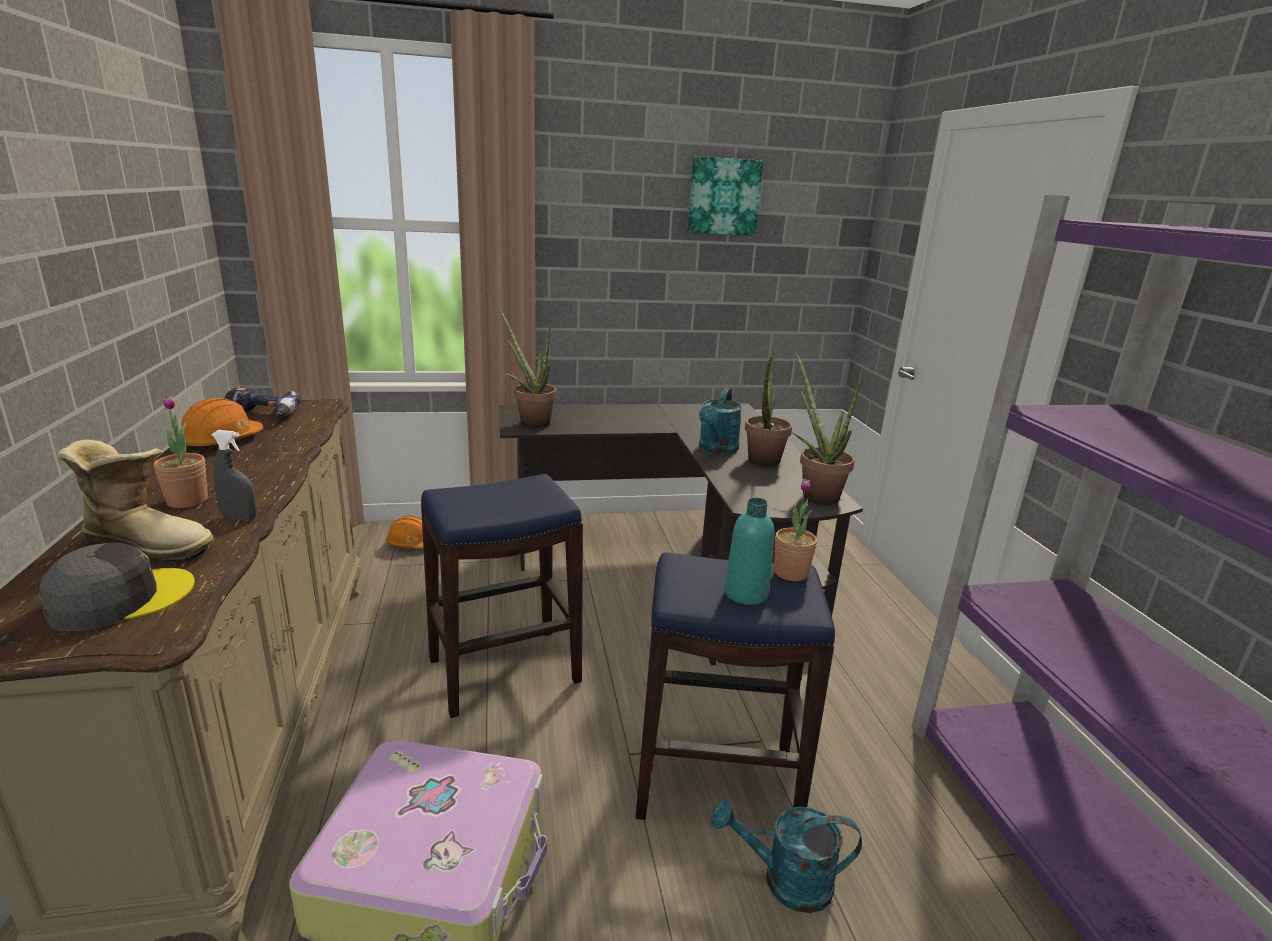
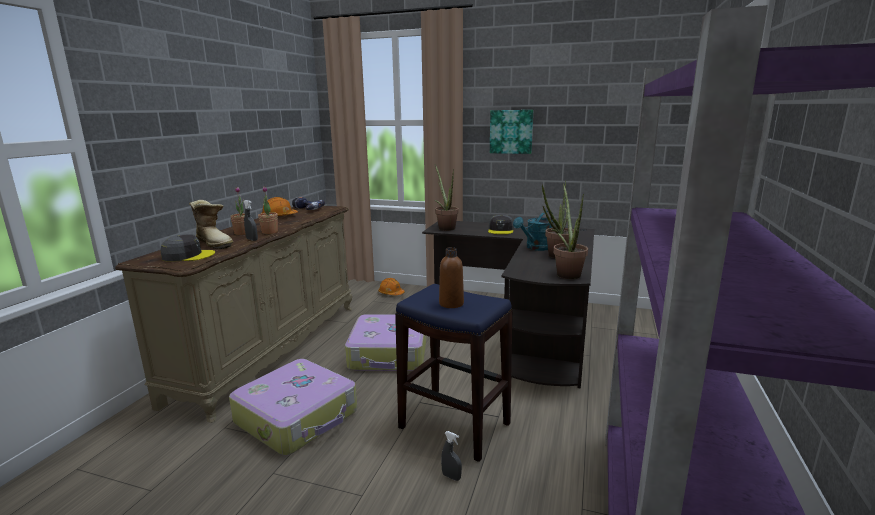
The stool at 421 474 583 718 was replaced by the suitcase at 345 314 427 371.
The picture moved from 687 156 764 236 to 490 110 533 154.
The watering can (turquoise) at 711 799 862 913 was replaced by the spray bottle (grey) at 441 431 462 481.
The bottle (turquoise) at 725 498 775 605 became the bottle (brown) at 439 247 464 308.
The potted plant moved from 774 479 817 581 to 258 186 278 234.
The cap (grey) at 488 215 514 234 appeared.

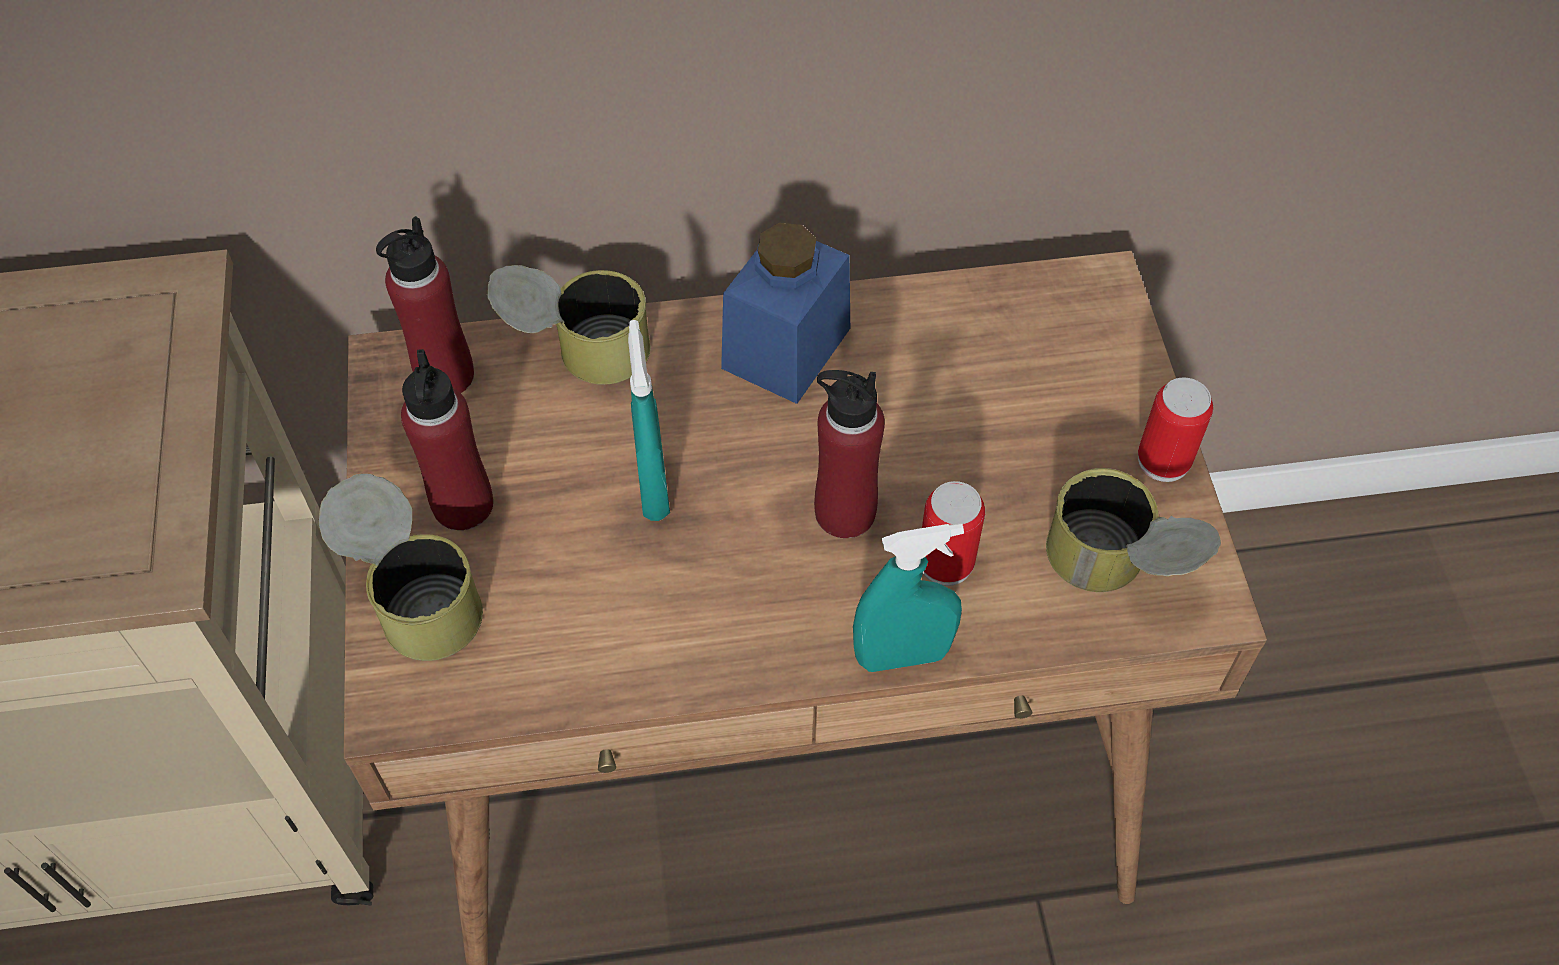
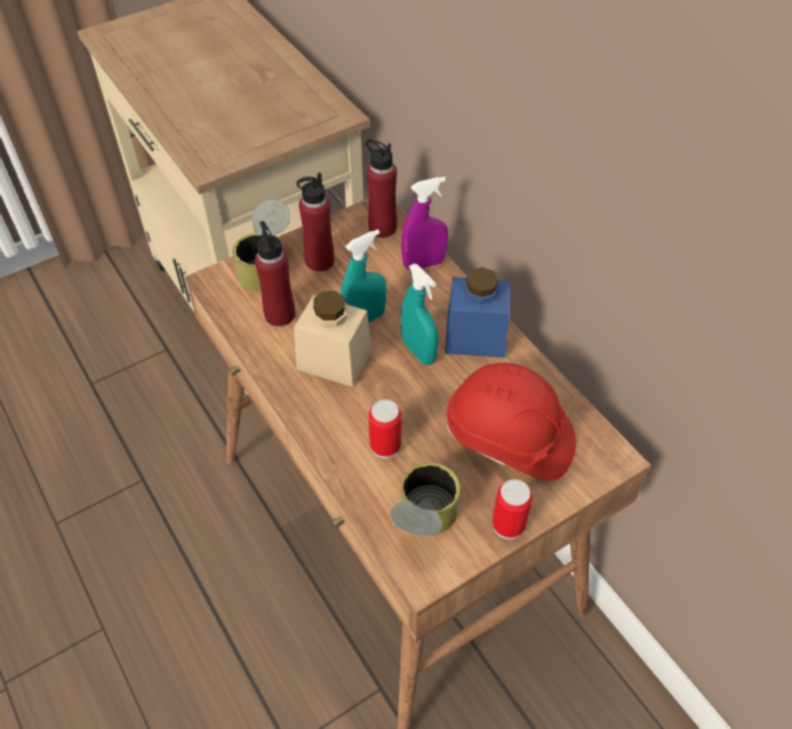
The can at 487 265 651 385 was replaced by the spray bottle (purple) at 401 177 448 270.
The bottle (red) moved from 814 370 885 538 to 255 221 295 326.
The spray bottle (turquoise) moved from 853 523 964 672 to 401 264 439 365.
The jar (beige) at 294 291 372 387 appeared.
The hard hat (red) at 445 363 576 481 appeared.

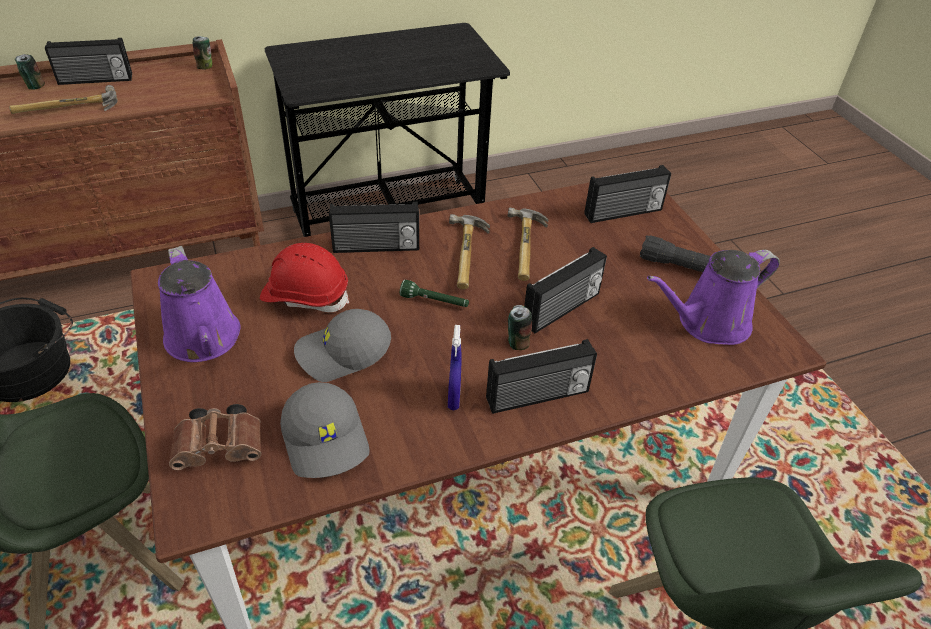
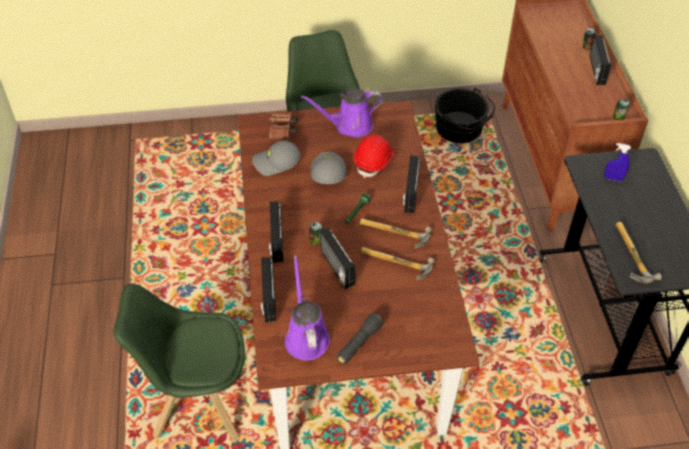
The hammer moved from 9 85 118 114 to 616 222 662 283.
The spray bottle (blue) moved from 448 325 462 410 to 604 143 631 182.
The radio moved from 584 165 671 223 to 261 257 276 322.

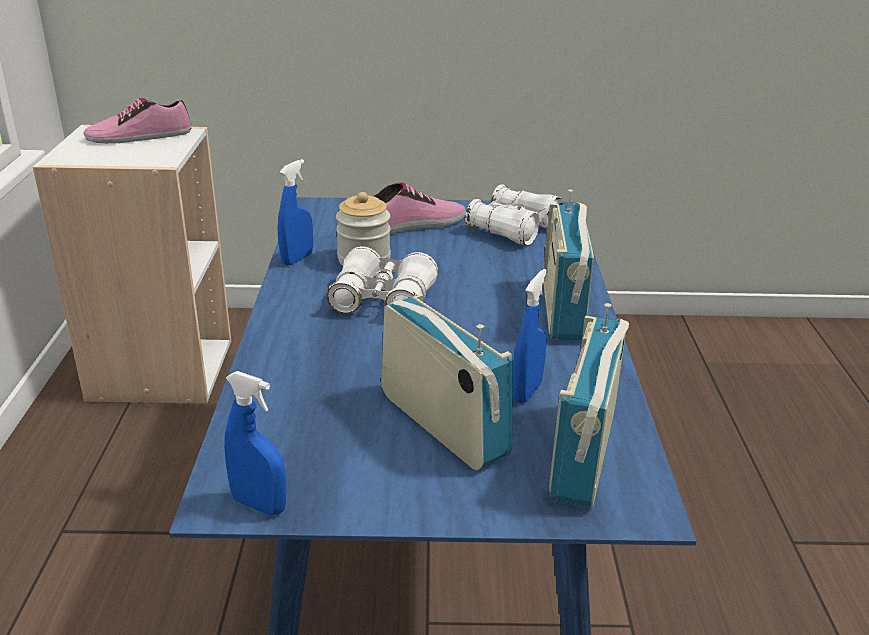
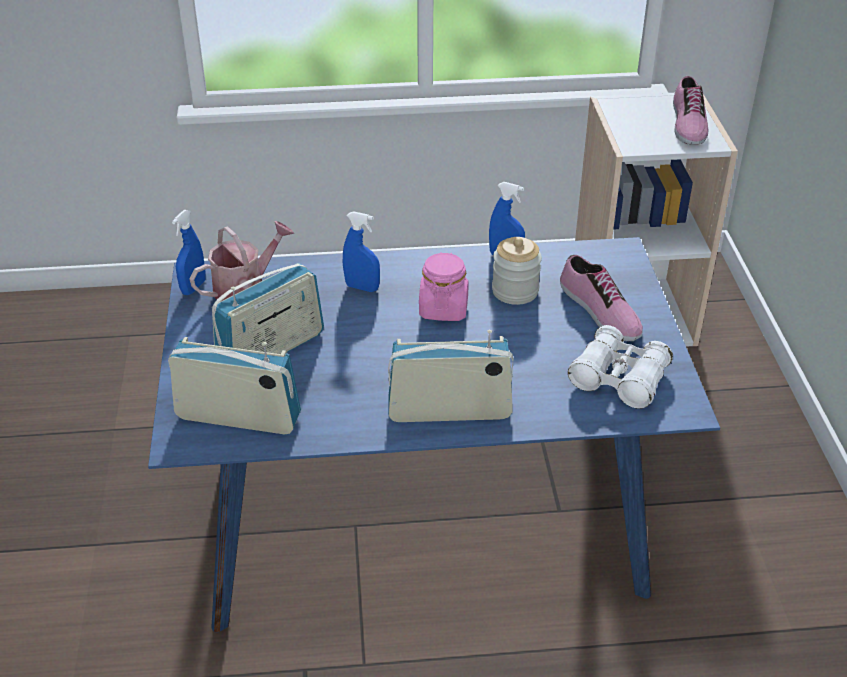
The shoe at 84 98 191 144 turned 150 degrees counterclockwise.
The binoculars (white) at 327 247 438 314 was replaced by the jar (pink) at 419 252 469 321.
The spray bottle (blue) moved from 513 269 547 403 to 343 211 380 292.
The watering can at 190 221 294 301 appeared.

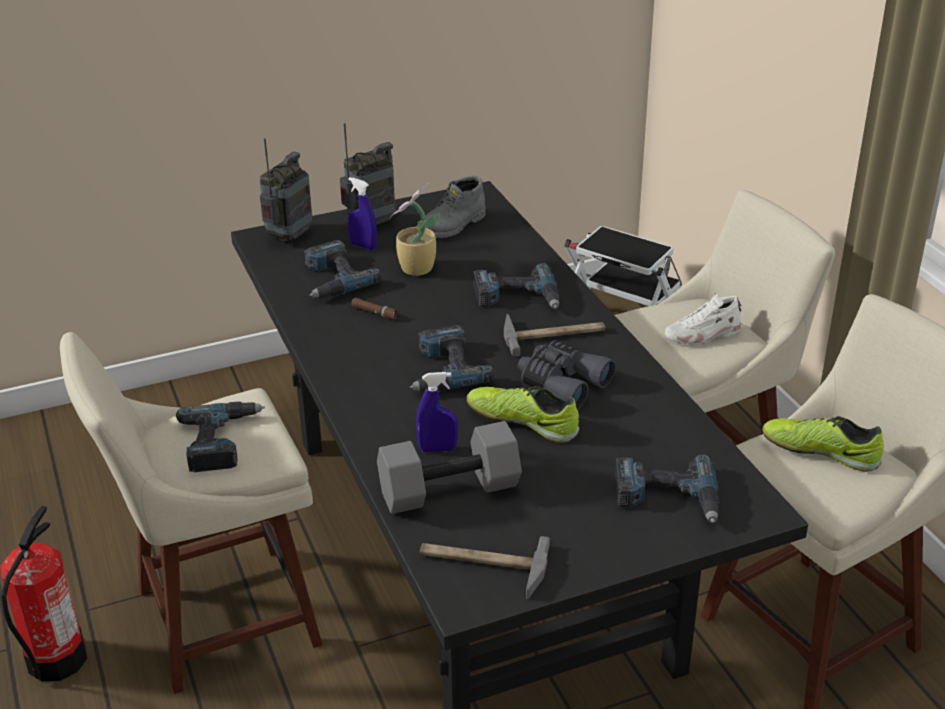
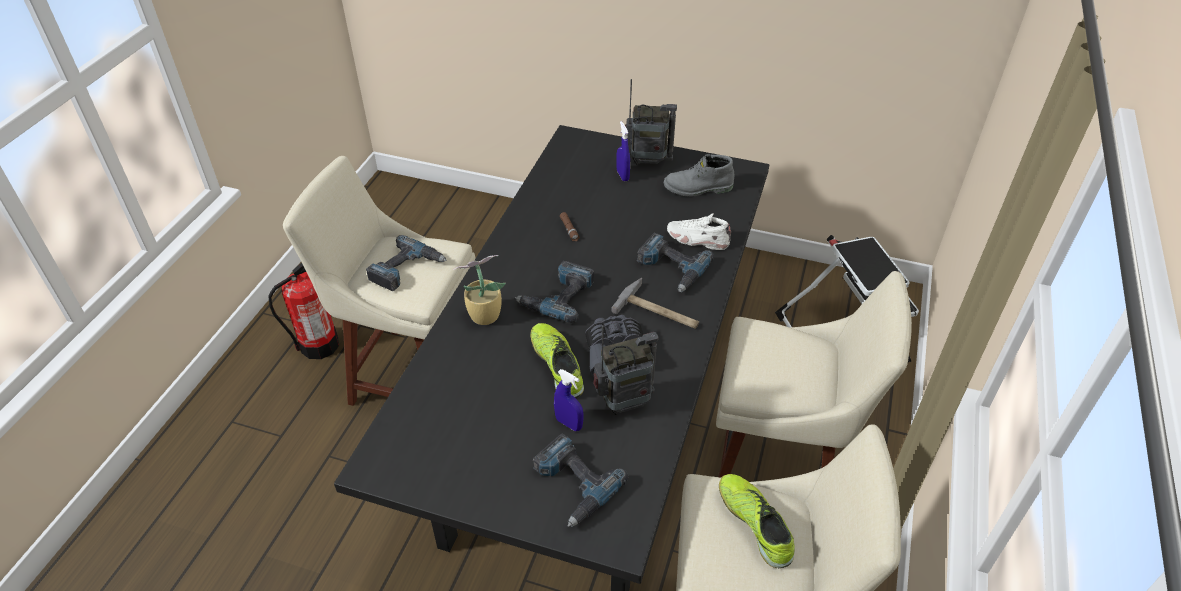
The radio moved from 259 138 313 245 to 593 325 659 415.
The power drill at 304 240 382 298 disappeared.
The dumbbell (grey) at 377 421 522 514 disappeared.
The potted plant moved from 390 183 440 276 to 453 255 506 325.
The spray bottle (blue) moved from 416 372 458 452 to 554 369 584 431.
The hammer at 420 536 550 599 disappeared.
The shoe (white) moved from 665 293 742 345 to 667 213 731 250.

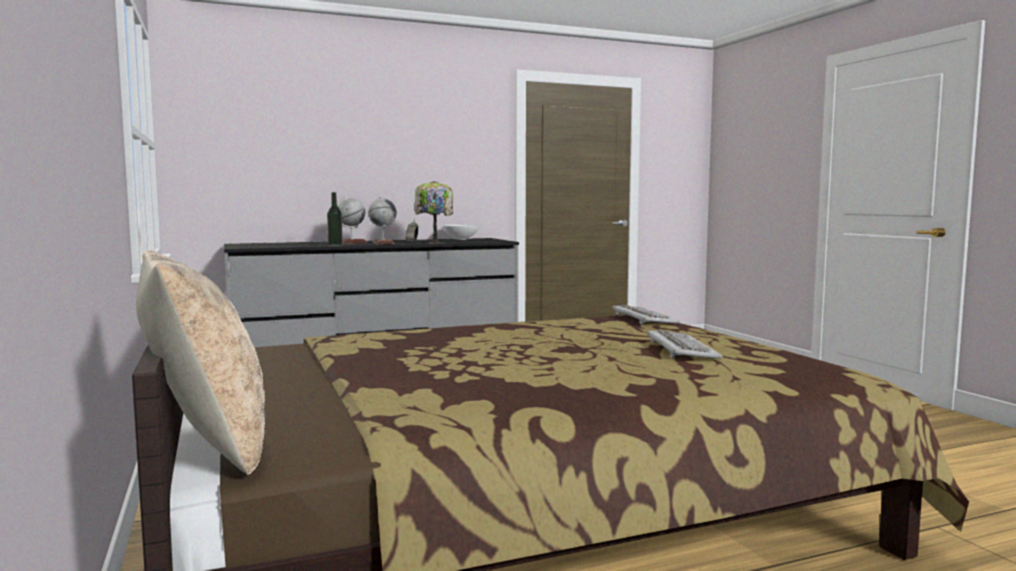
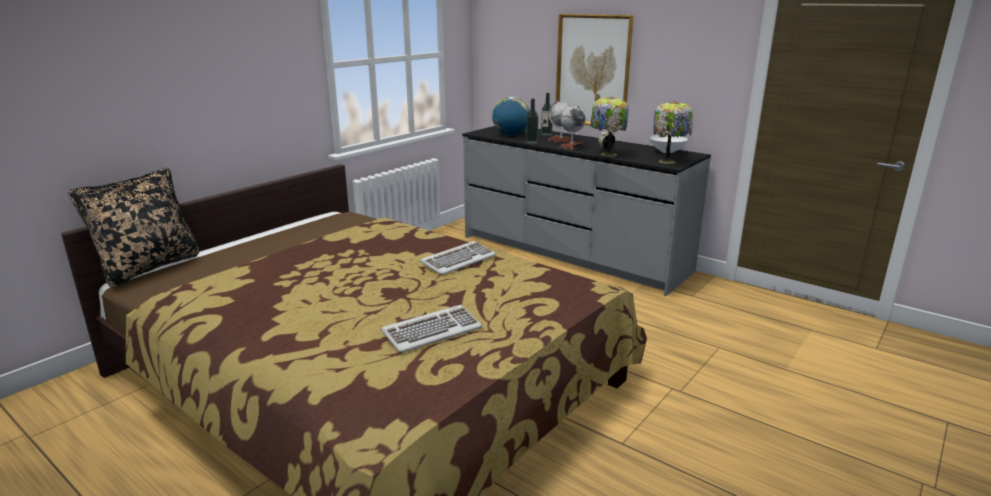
The pillow (beige) at 136 250 265 474 became the pillow (black) at 68 168 199 288.
The keyboard moved from 612 305 680 325 to 420 241 496 275.
The globe at 492 97 530 135 appeared.
The bottle at 541 93 553 136 appeared.
The picture at 556 14 634 130 appeared.
The table lamp at 653 101 693 164 appeared.

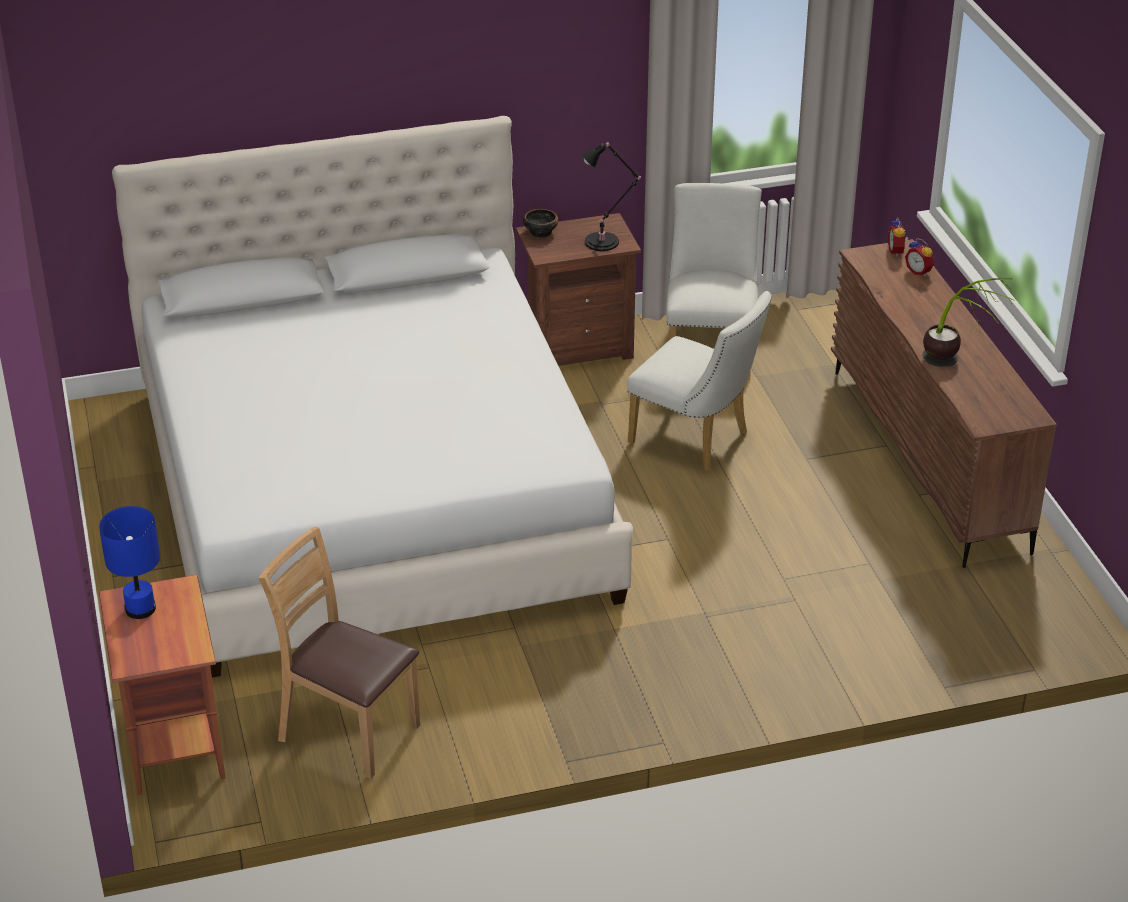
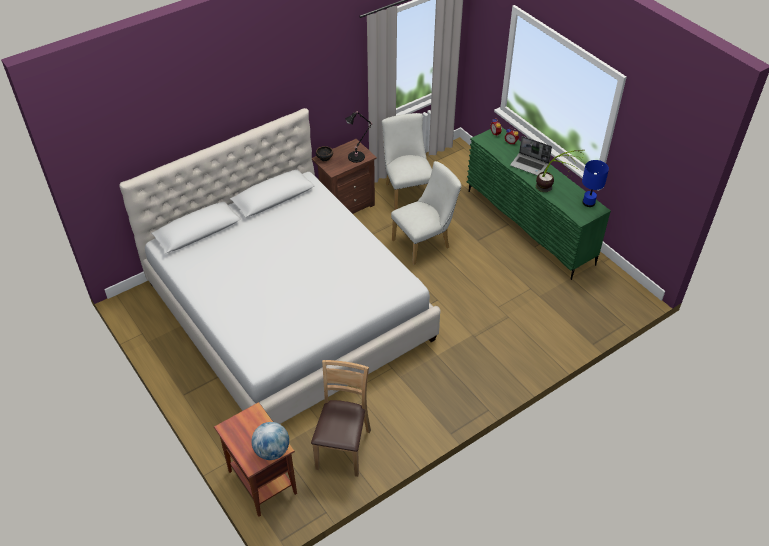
The table lamp (blue) moved from 99 506 160 619 to 582 160 609 207.
The chair (brown) at 259 526 420 779 turned 90 degrees clockwise.
The chair (white) at 627 291 772 471 turned 45 degrees counterclockwise.
The dresser (brown) at 831 239 1057 568 became the dresser (green) at 467 127 611 280.
The globe at 251 422 289 460 appeared.
The laptop at 510 136 552 176 appeared.

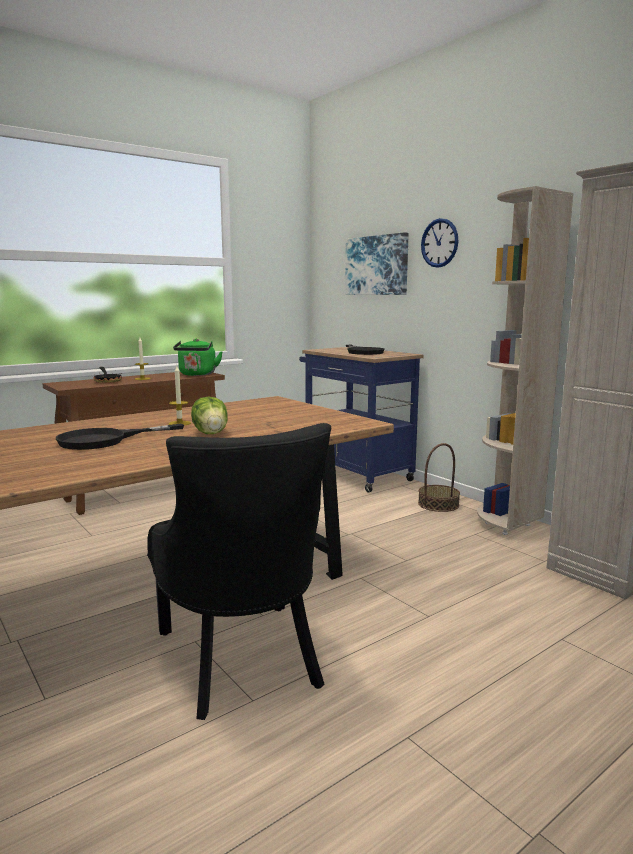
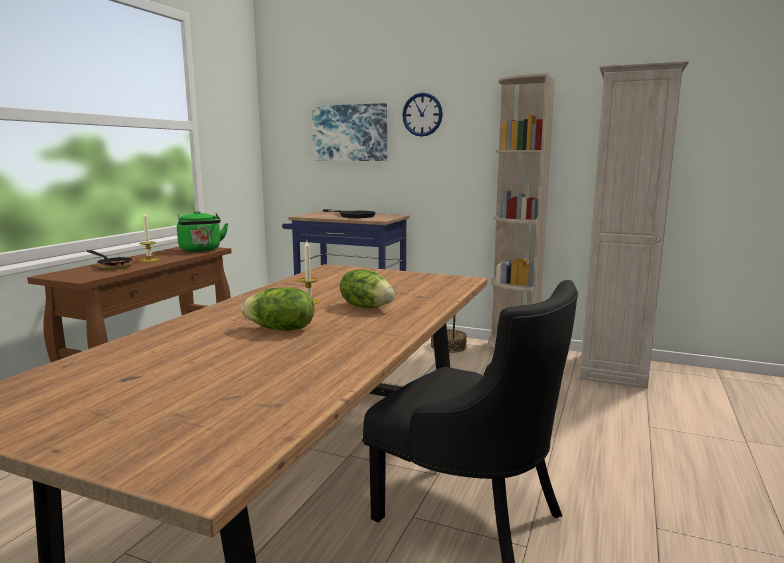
The frying pan (black) at 56 423 184 450 was replaced by the lettuce at 241 288 314 331.

